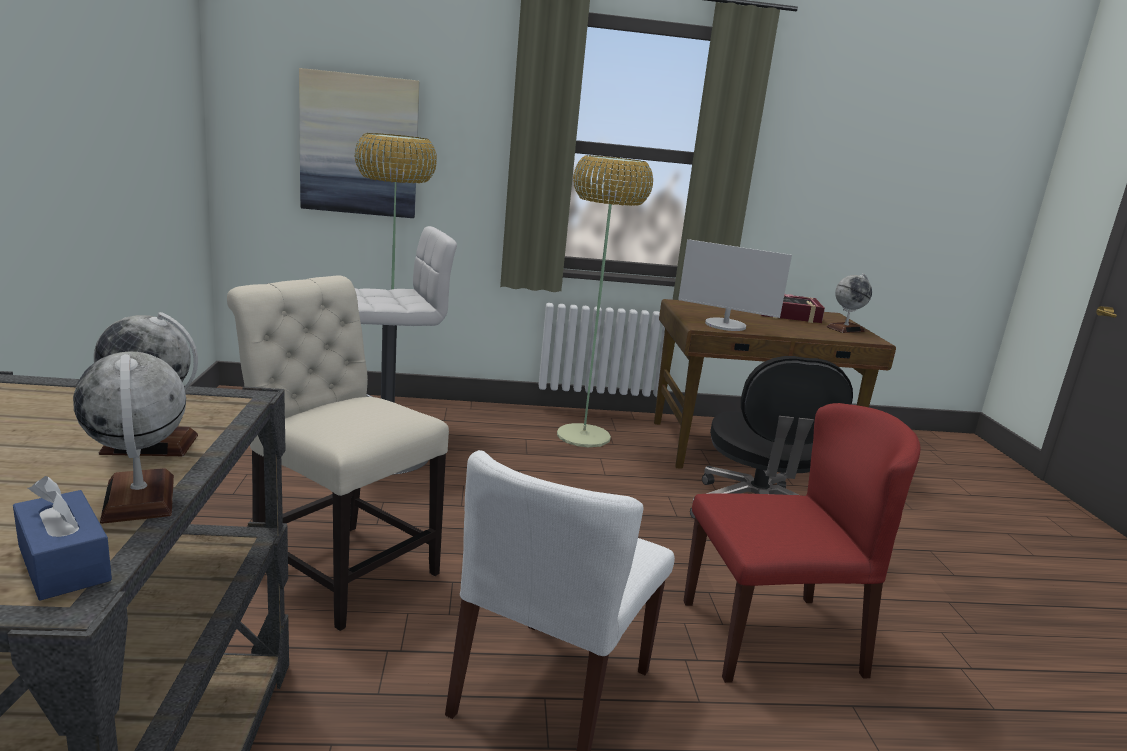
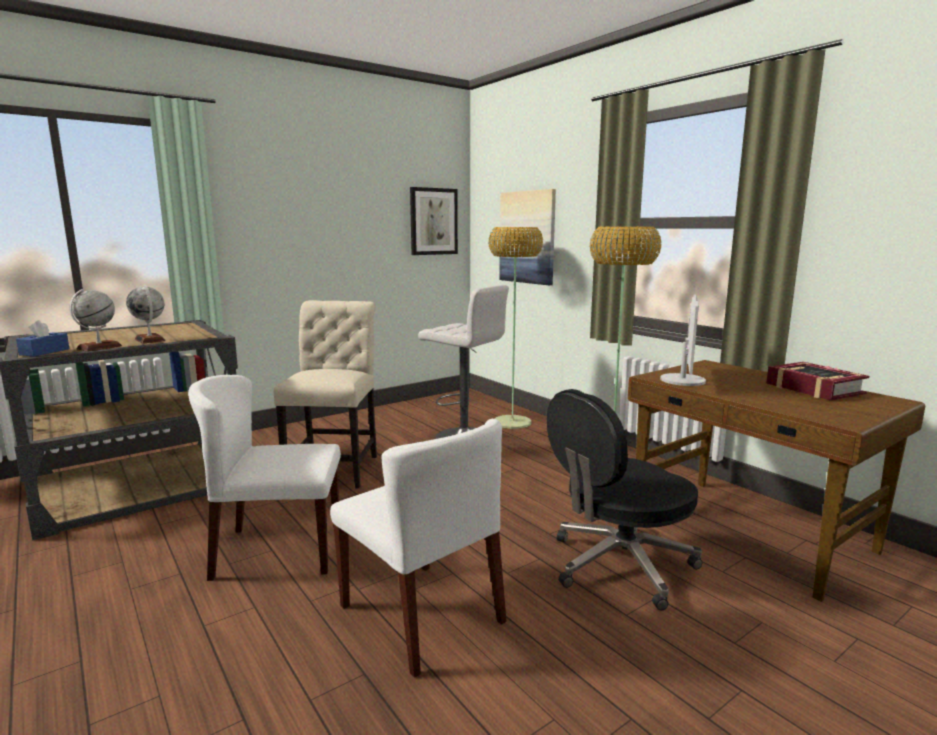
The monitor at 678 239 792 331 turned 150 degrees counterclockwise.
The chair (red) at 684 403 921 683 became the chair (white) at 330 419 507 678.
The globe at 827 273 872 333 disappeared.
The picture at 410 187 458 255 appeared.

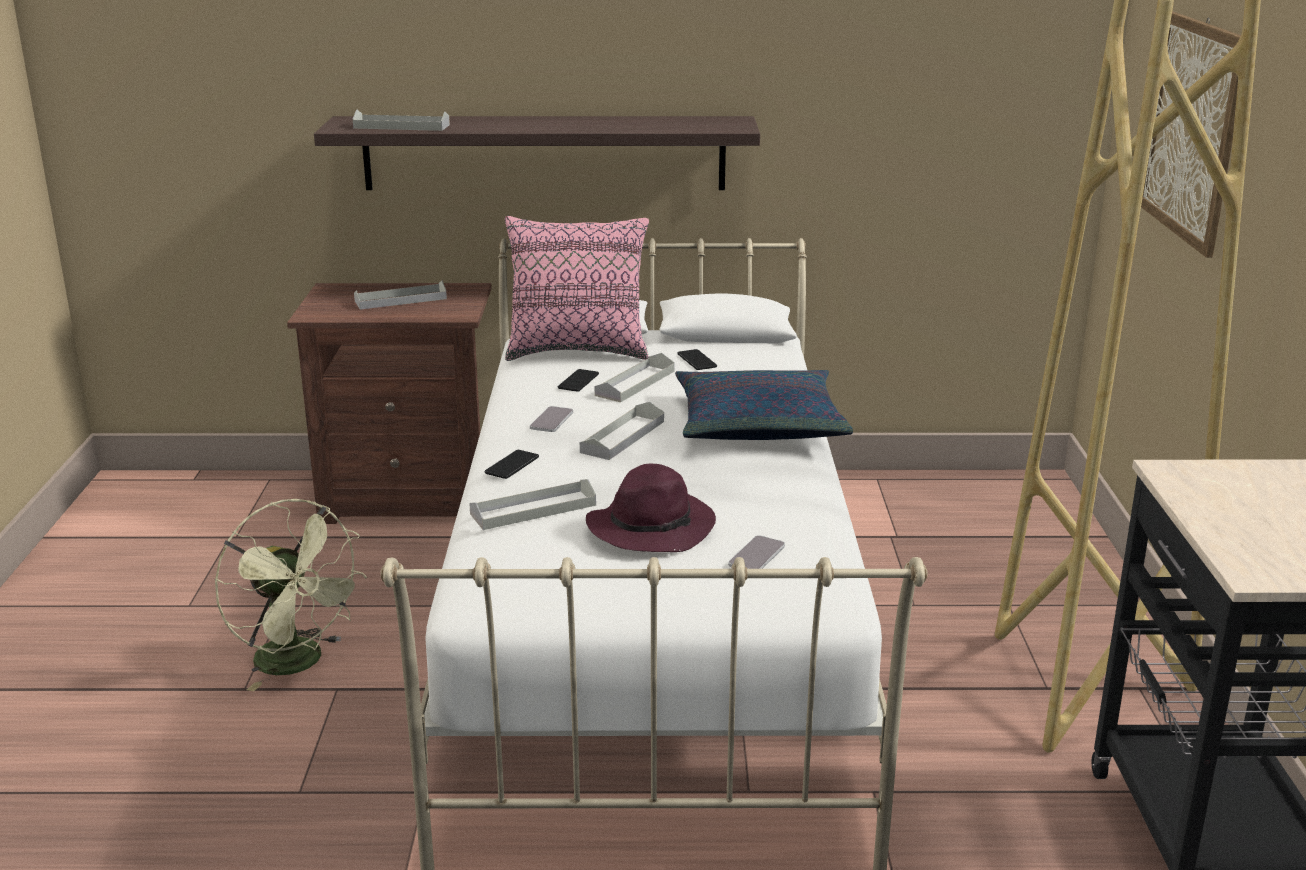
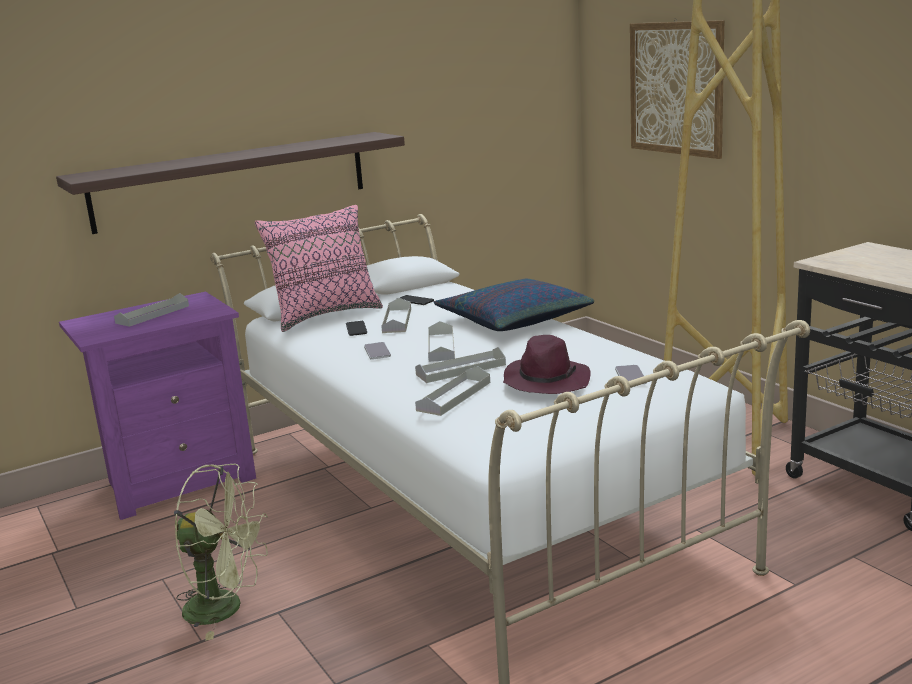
The nightstand (brown) at 287 283 492 524 became the nightstand (purple) at 59 292 256 520.
The tray (grey) moved from 353 109 450 131 to 415 347 506 383.
The phone at 485 450 539 479 disappeared.

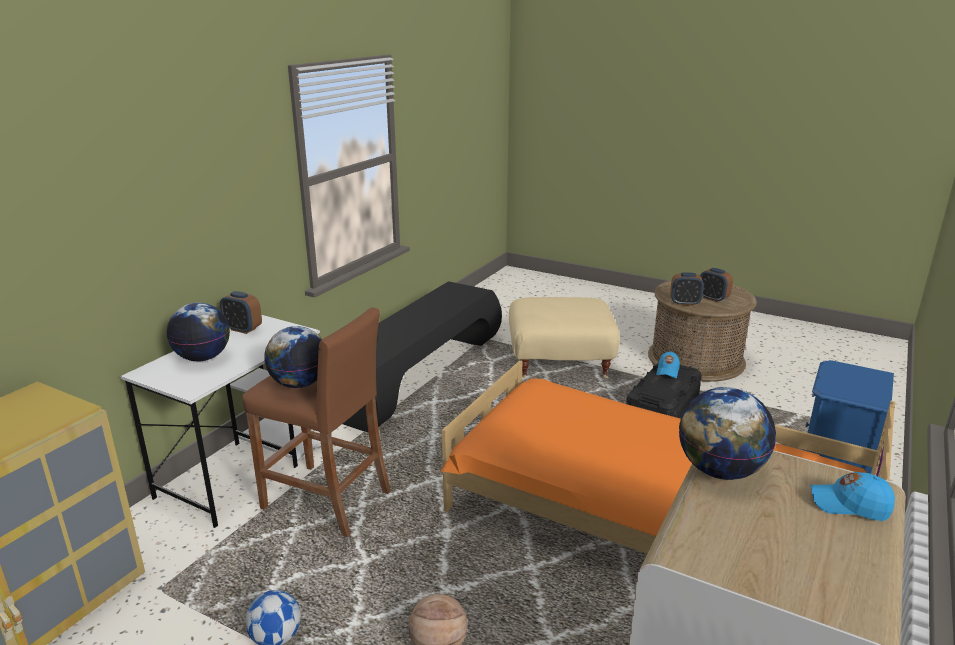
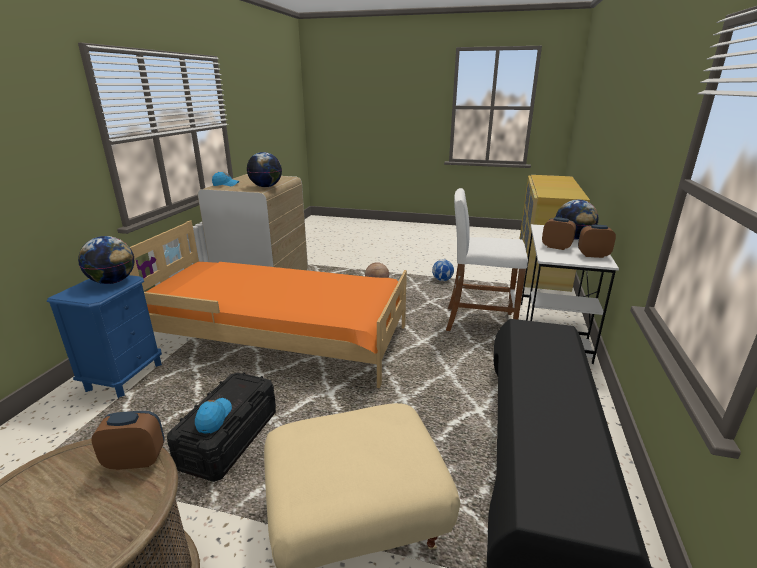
The stool (brown) at 243 307 391 537 became the stool (white) at 446 188 528 331.
The globe moved from 264 326 322 388 to 78 236 134 284.
The alarm clock moved from 700 268 733 302 to 542 217 576 250.

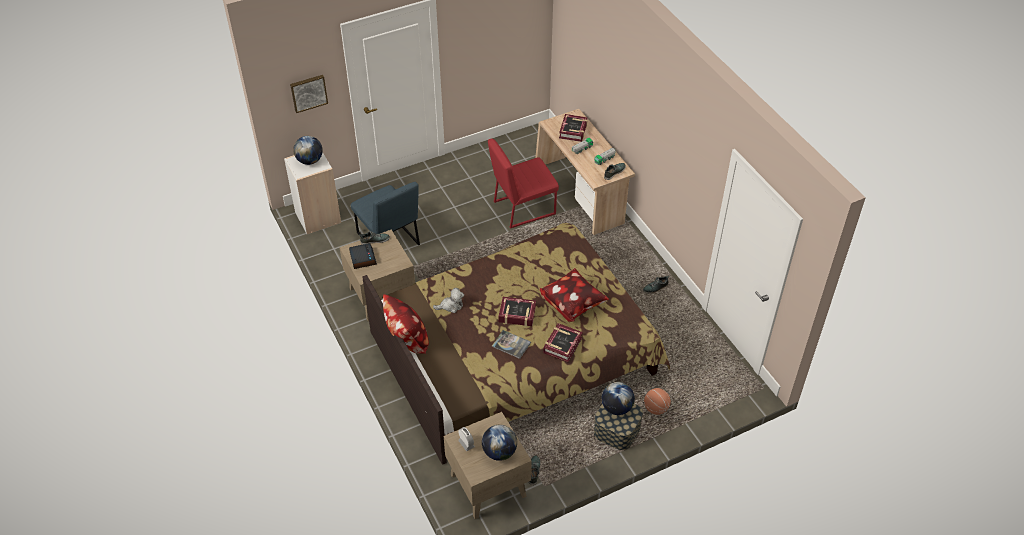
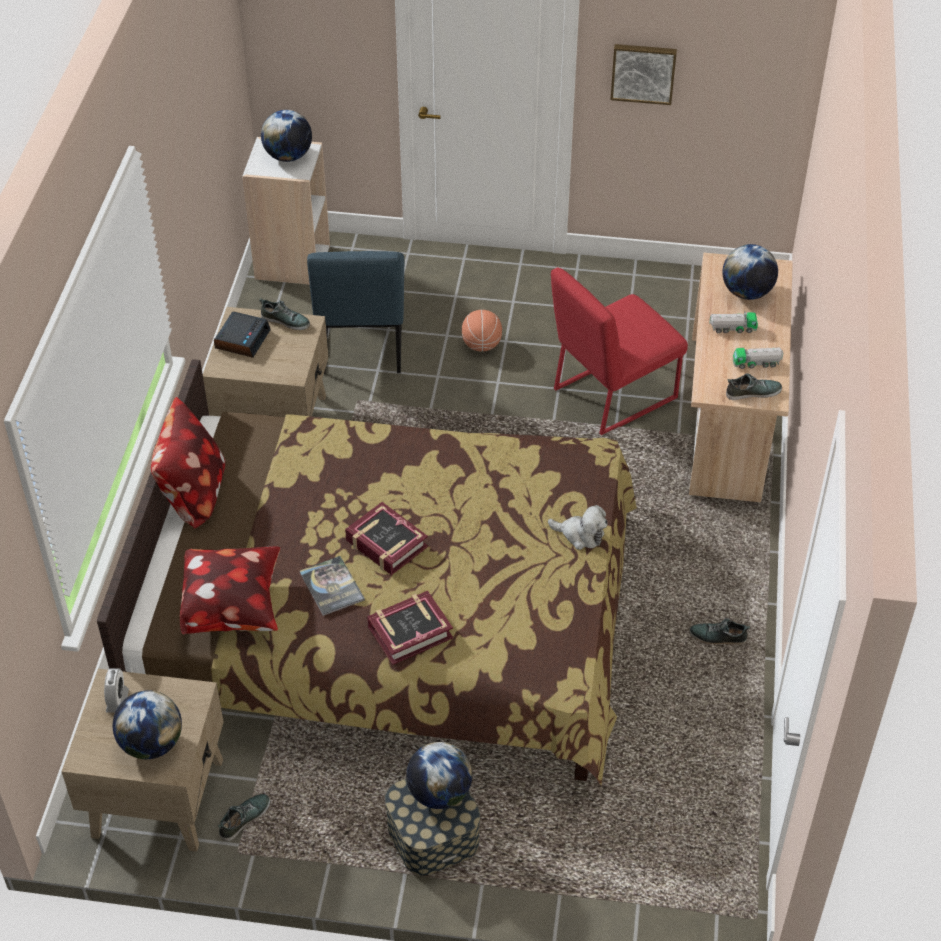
The picture moved from 290 75 328 113 to 610 44 677 105.
The plush toy moved from 433 288 464 313 to 548 505 608 550.
The chair (red) at 488 138 559 228 turned 45 degrees counterclockwise.
The pillow moved from 540 268 609 322 to 180 546 280 635.
The book at 559 114 588 142 was replaced by the globe at 722 244 778 300.
The basketball moved from 644 388 671 415 to 462 310 502 351.

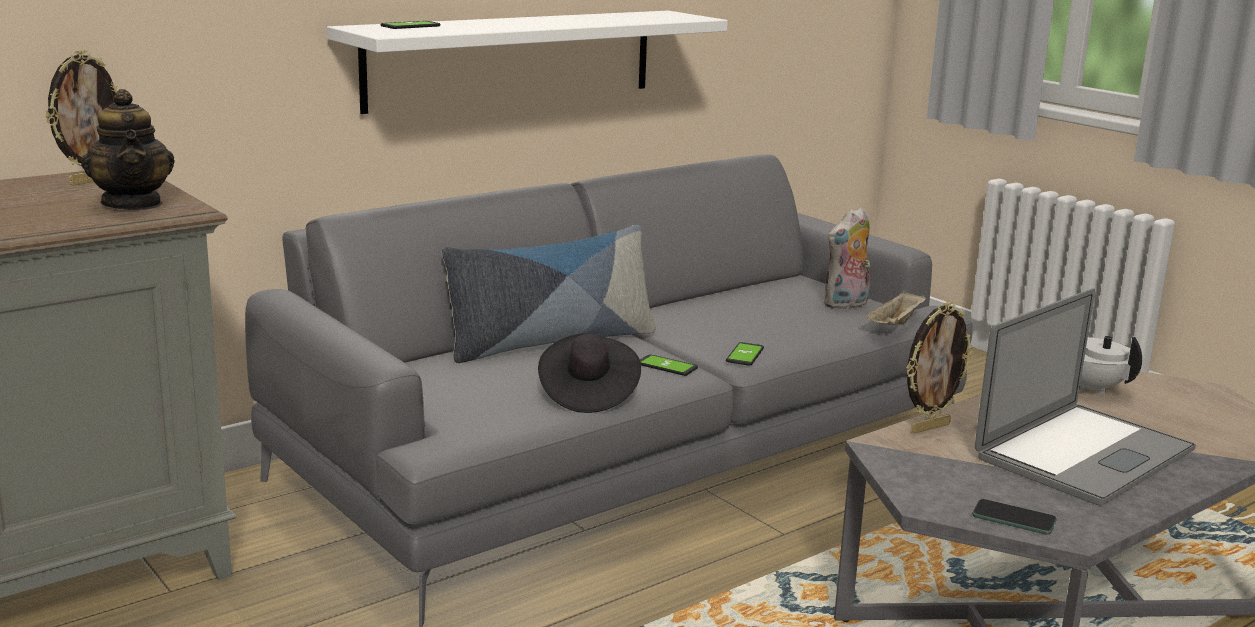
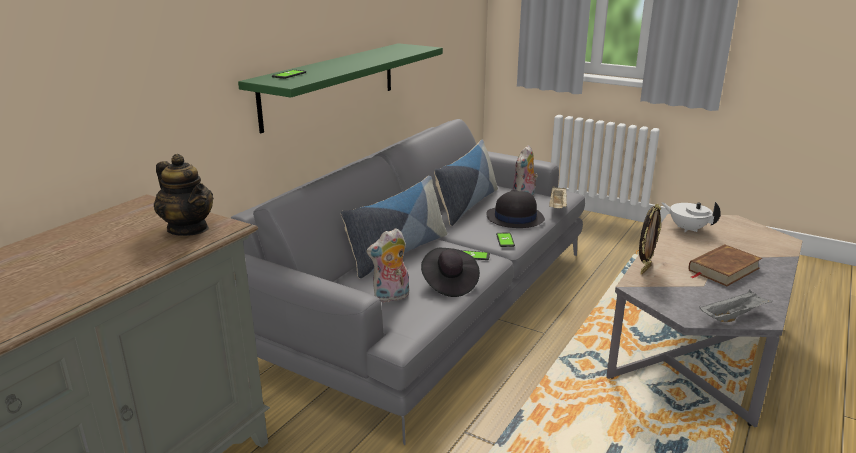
The picture frame at 45 50 118 186 disappeared.
The shelf (white) at 327 11 728 114 became the shelf (green) at 238 43 443 133.
The phone at 972 499 1057 534 was replaced by the tray (grey) at 700 290 773 322.
The laptop at 975 288 1196 506 was replaced by the book (brown) at 688 244 762 286.
The plush toy at 366 228 409 303 appeared.
The pillow at 434 140 498 226 appeared.
The hat (black) at 486 189 545 228 appeared.

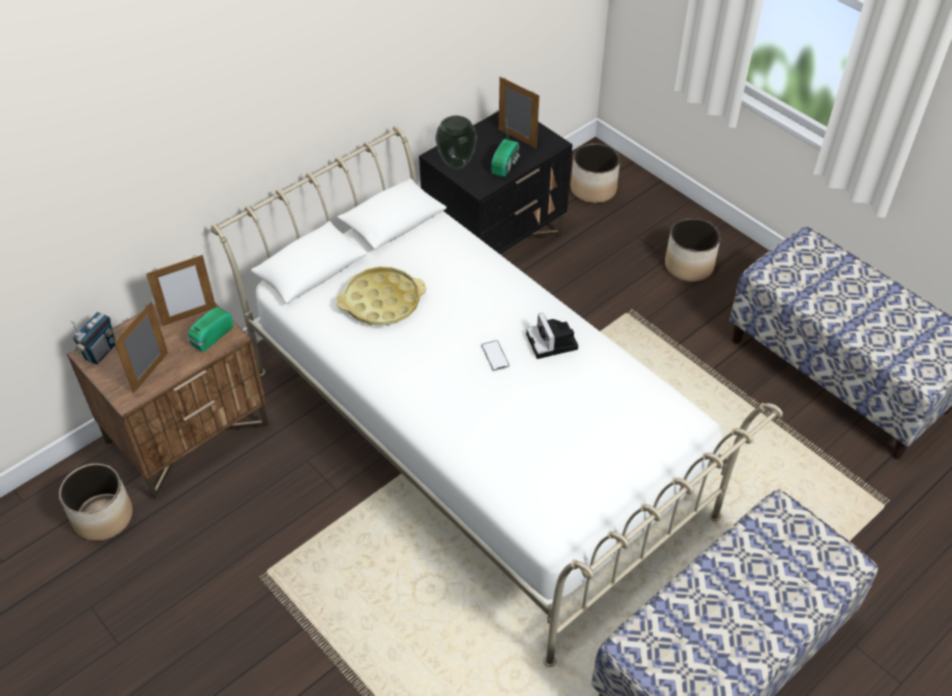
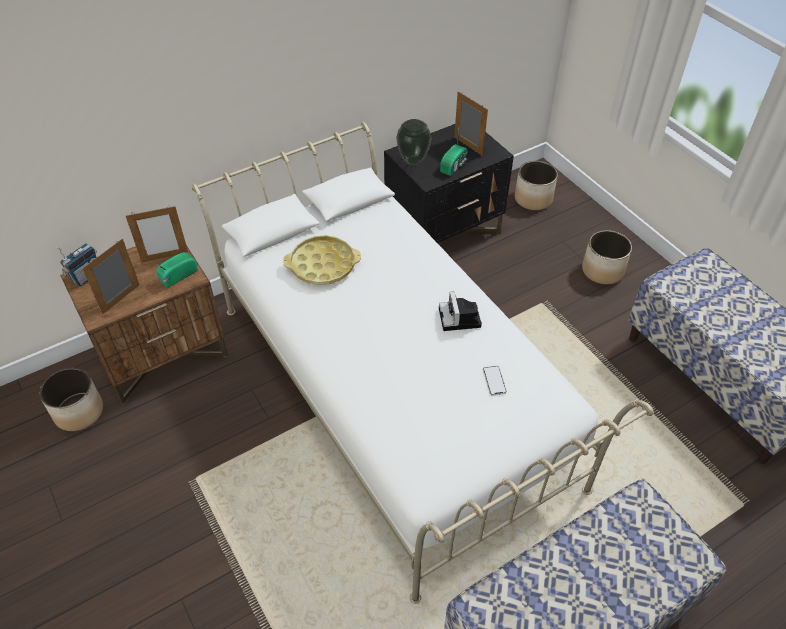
The phone moved from 481 340 510 371 to 483 366 507 395.

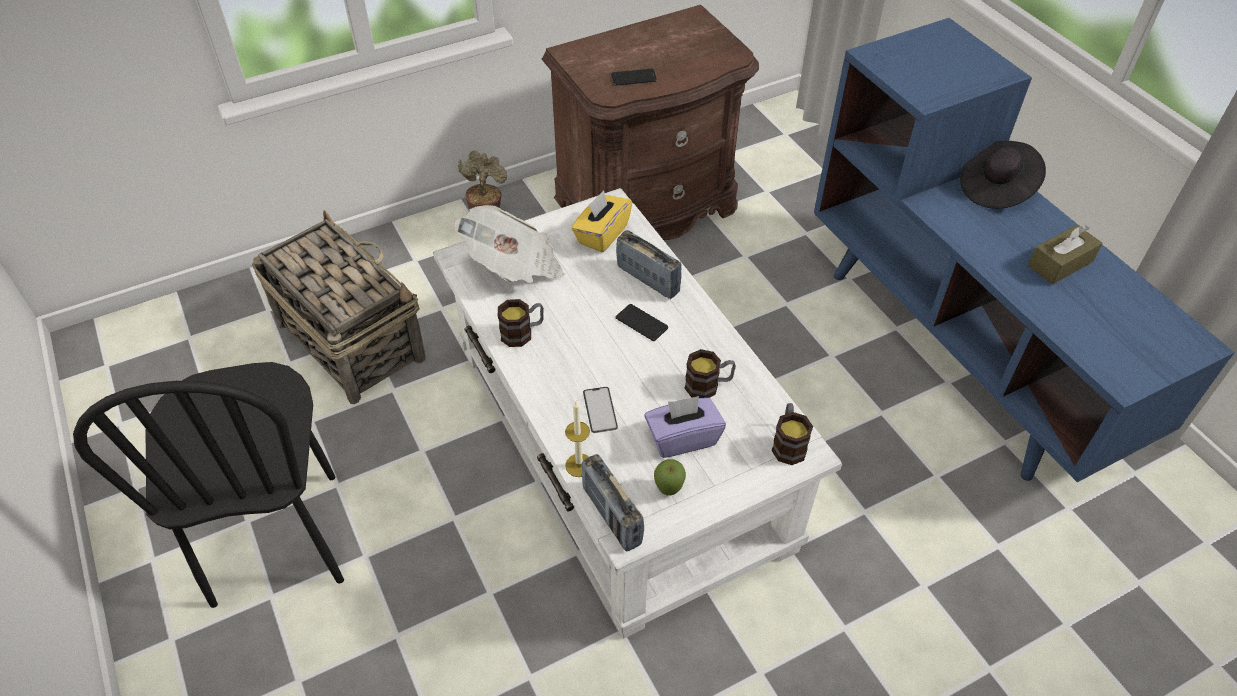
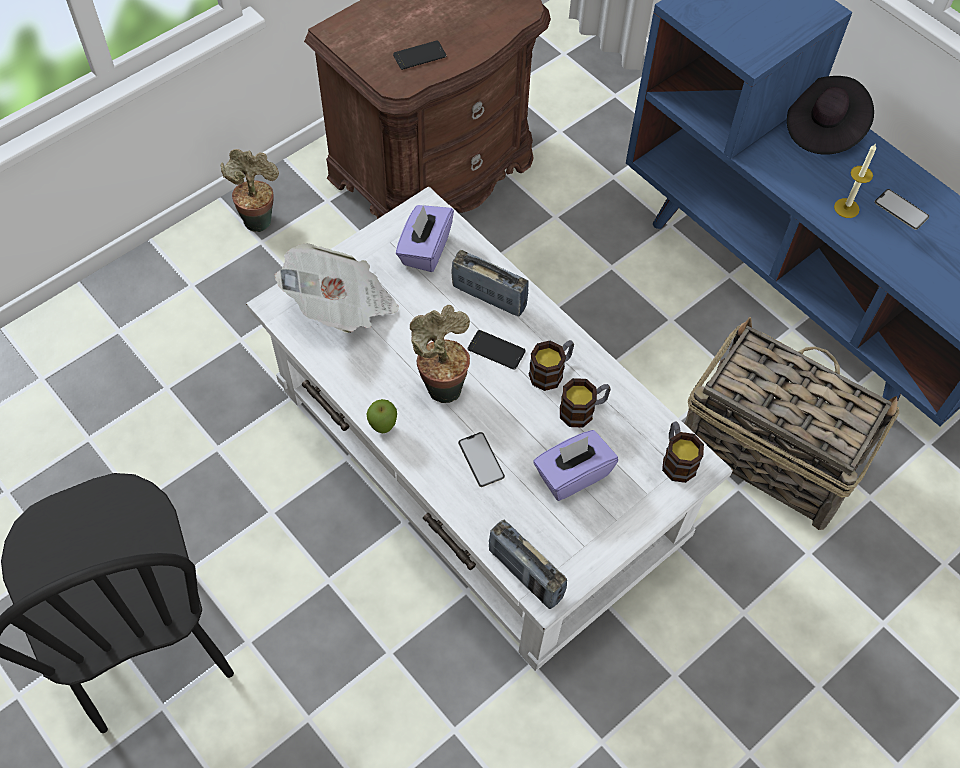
The basket moved from 252 210 426 404 to 684 317 899 530.
The mug moved from 498 299 544 347 to 529 340 574 391.
The candle moved from 565 401 590 477 to 834 143 876 218.
The tissue box (yellow) at 571 190 632 252 became the tissue box (purple) at 396 205 454 272.
The apple moved from 654 459 686 495 to 366 399 397 434.
The tissue box (brown) at 1028 225 1102 284 was replaced by the phone at 875 189 929 230.
The potted plant at 410 305 470 403 appeared.

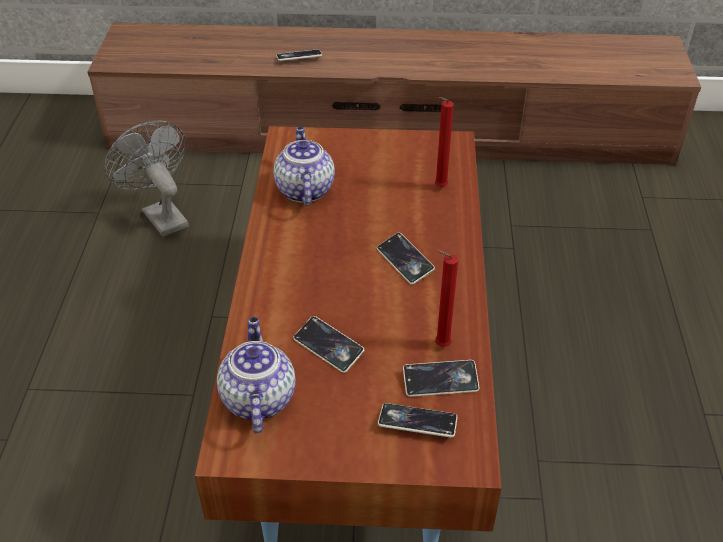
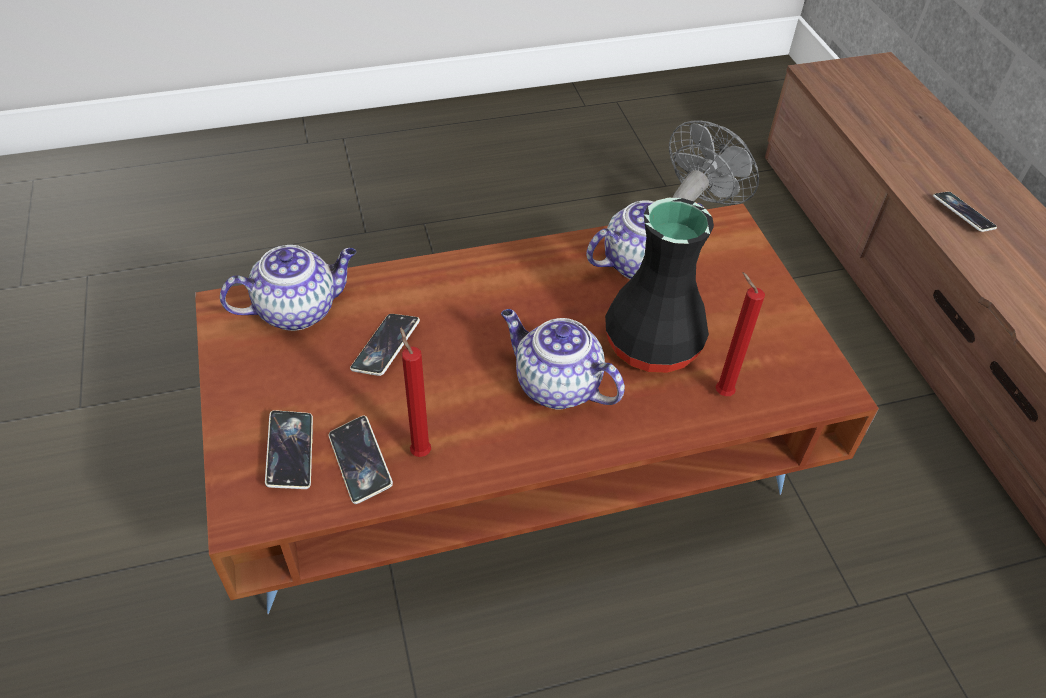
The phone at 377 233 435 285 was replaced by the teapot at 501 309 625 409.
The vase (black) at 605 198 714 373 appeared.

